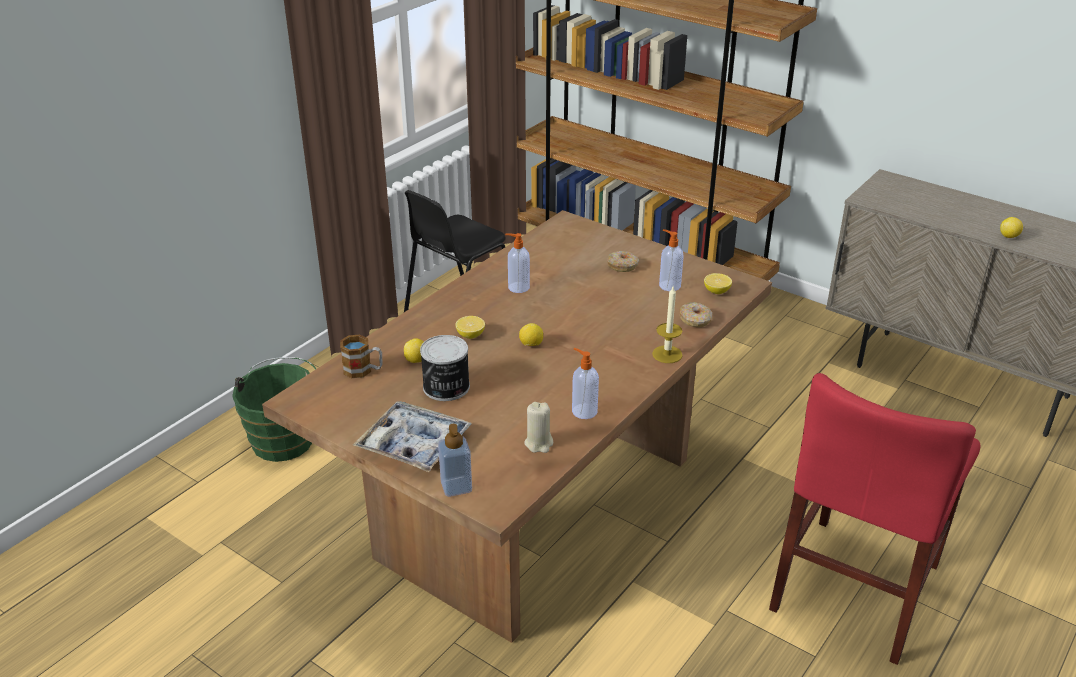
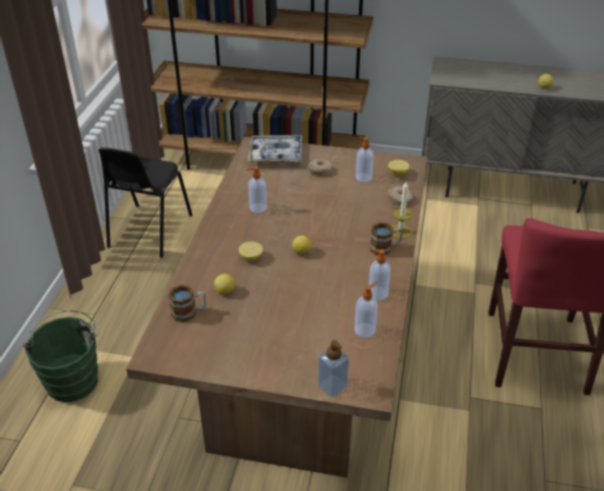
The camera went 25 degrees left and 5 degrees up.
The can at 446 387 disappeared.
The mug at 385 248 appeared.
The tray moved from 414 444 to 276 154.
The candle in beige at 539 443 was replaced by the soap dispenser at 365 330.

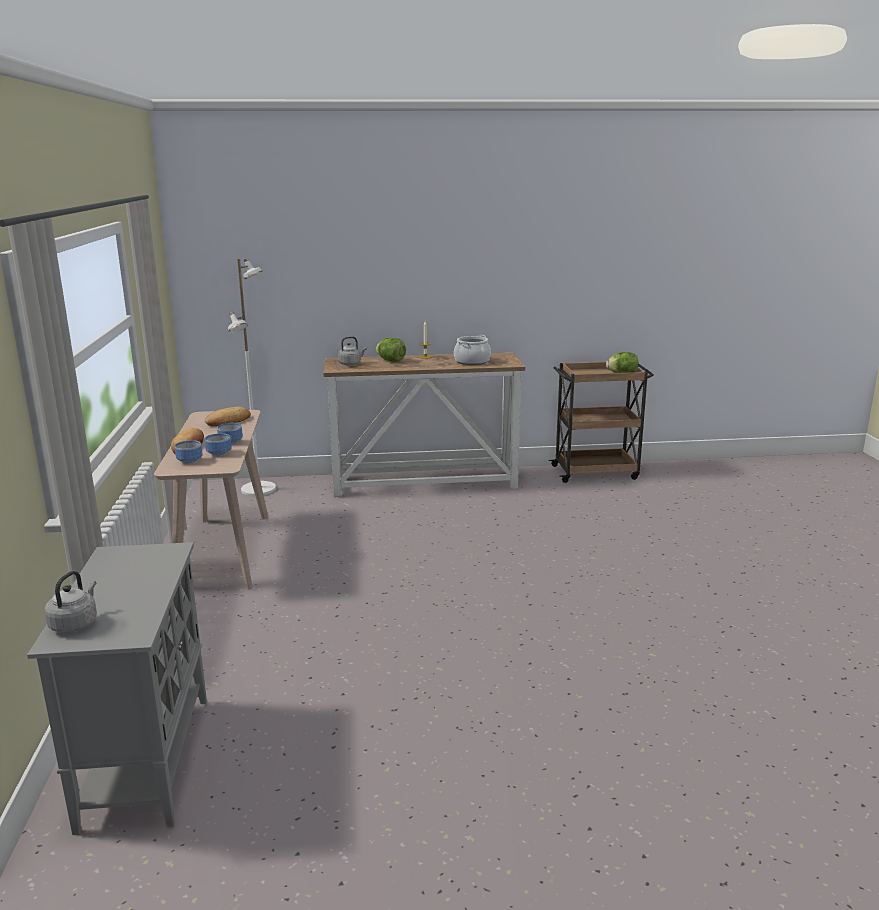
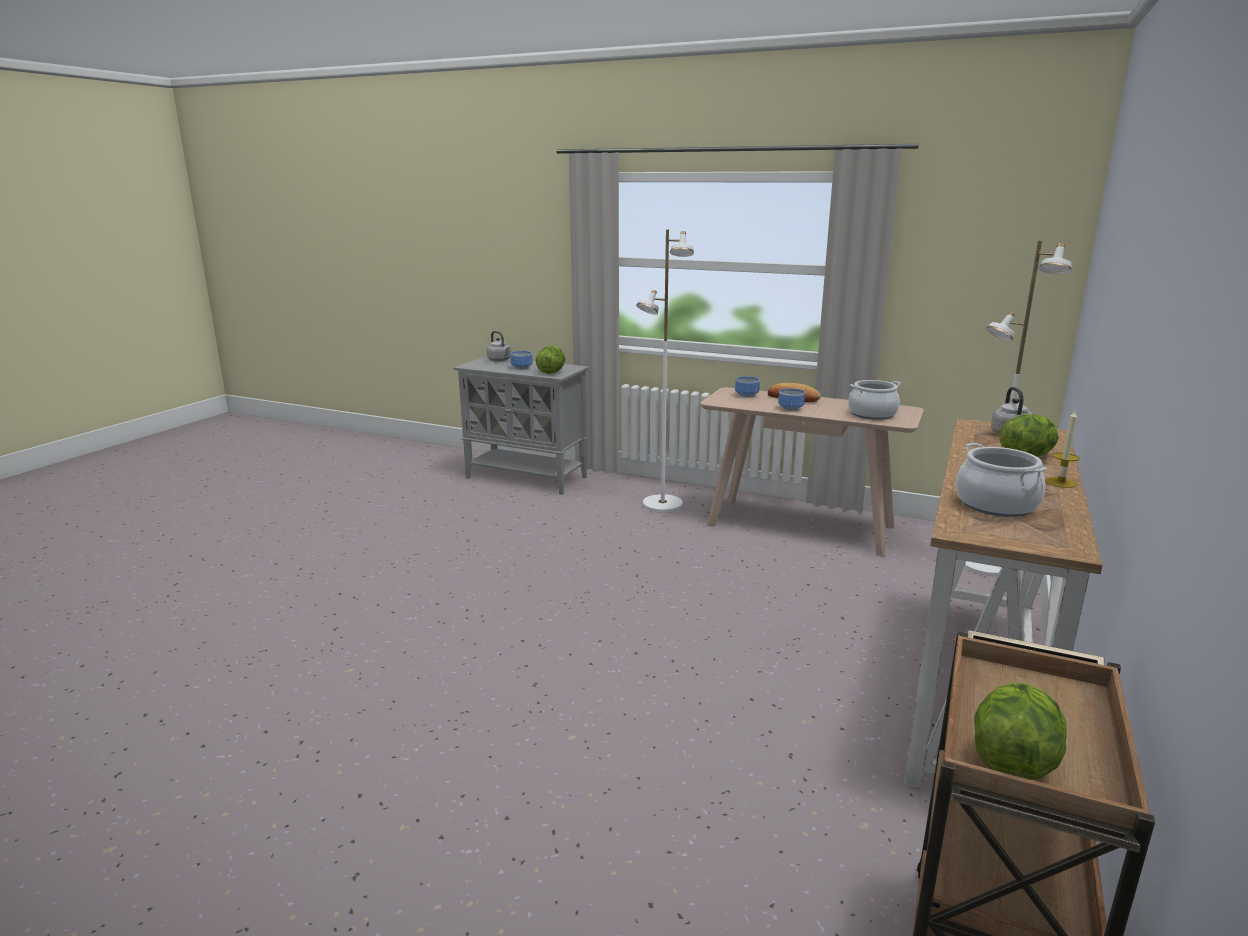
The camera went 120 degrees right and 0 degrees up.
The lettuce at 551 372 appeared.
The floor lamp in white at 662 505 appeared.
The bowl moved from 218 453 to 522 368.
The bread at 228 421 was replaced by the cooking pot at 872 414.

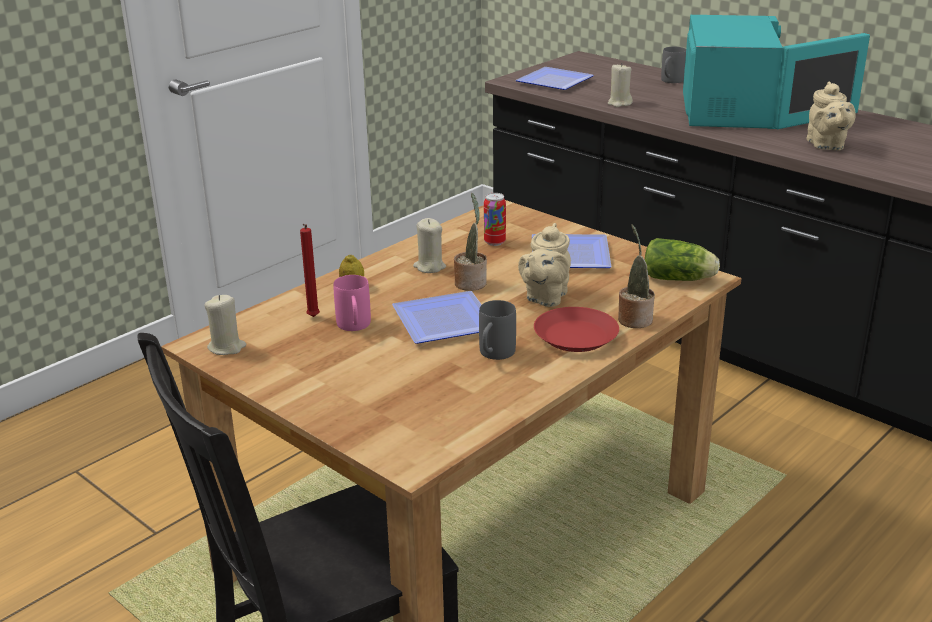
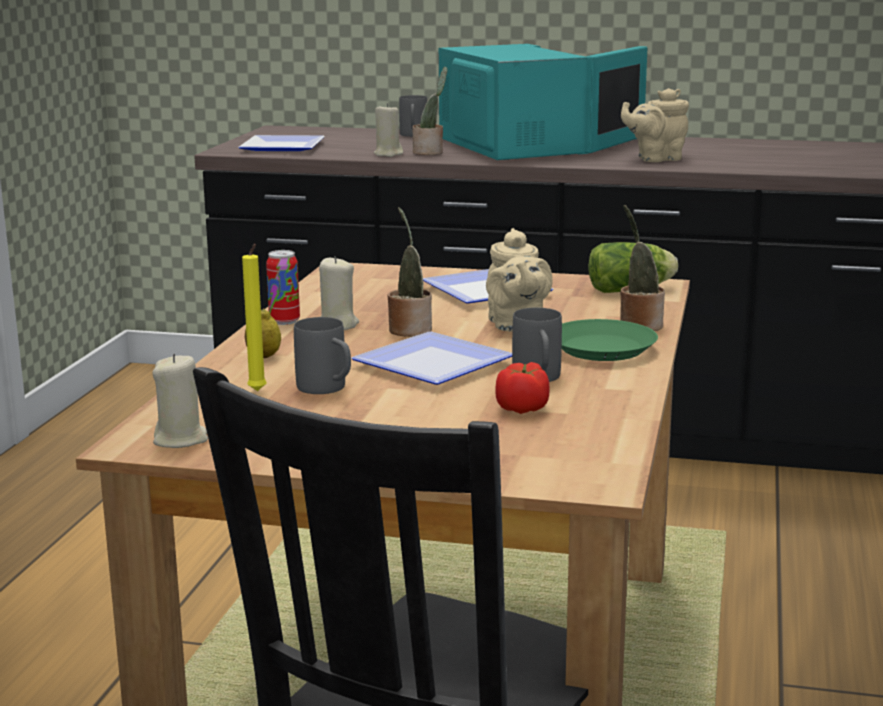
The camera went 30 degrees left and 10 degrees down.
The potted plant at 430 152 appeared.
The tomato at 523 408 appeared.
The can moved from 494 242 to 284 321.
The candle in red at 313 318 became the candle in yellow at 258 392.
The mug in pink at 354 327 became the mug in grey at 328 389.
The plate in red at 576 336 became the plate in green at 602 348.
The teapot in beige at 826 145 turned 105 degrees clockwise.

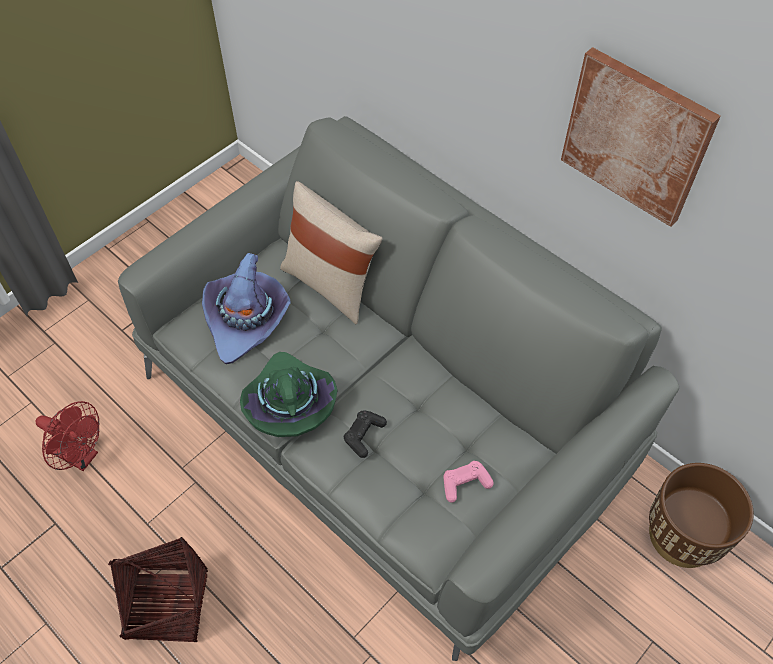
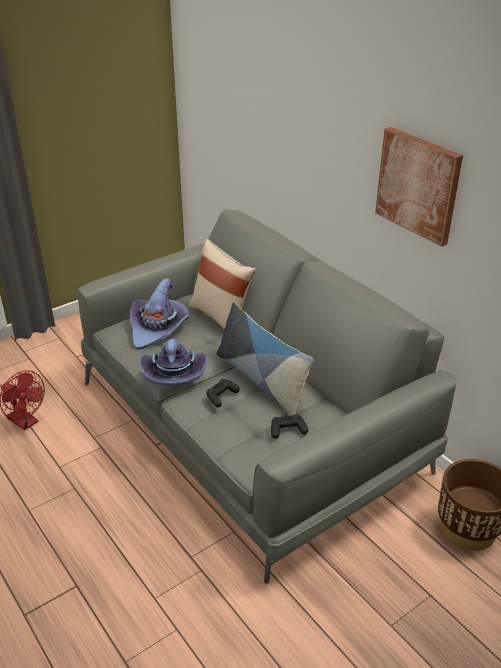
The camera went 10 degrees right and 20 degrees down.
The basket at 166 604 disappeared.
The pillow at 261 380 appeared.
The hat in green at 289 402 became the hat in purple at 174 373.
The game controller in pink at 465 483 became the game controller in black at 287 430.

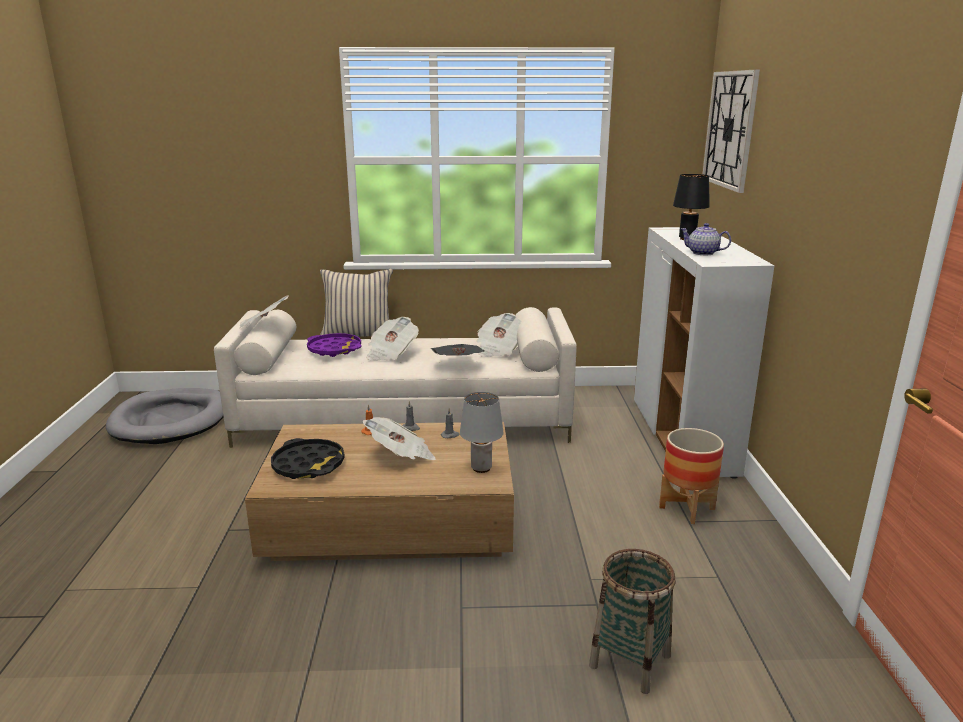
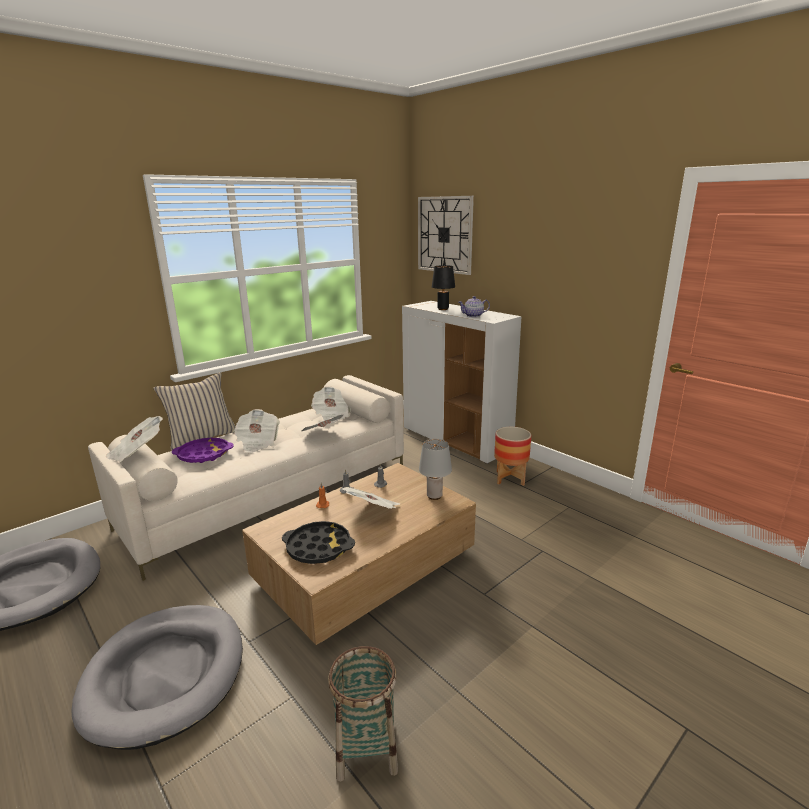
The camera went 40 degrees left and 0 degrees up.
The dog bed in grey at 165 675 appeared.
The basket moved from 629 660 to 366 749.

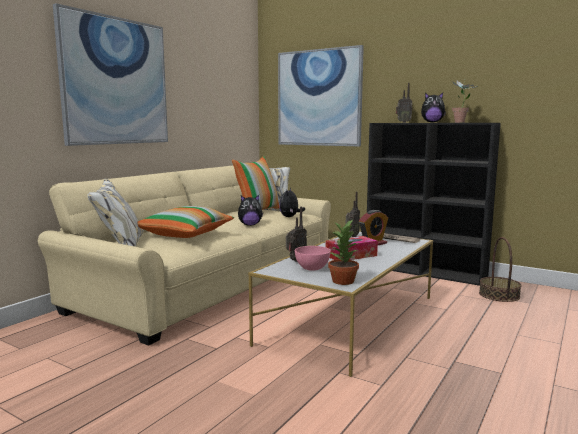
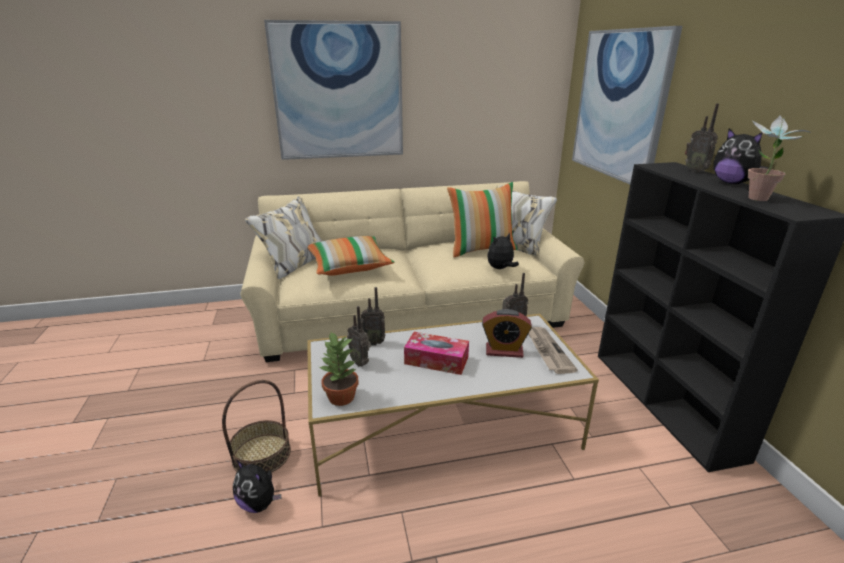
The camera went 45 degrees right and 15 degrees up.
The plush toy moved from 250 225 to 259 503.
The basket moved from 499 295 to 261 455.
The bowl in pink at 312 268 was replaced by the radio at 360 362.

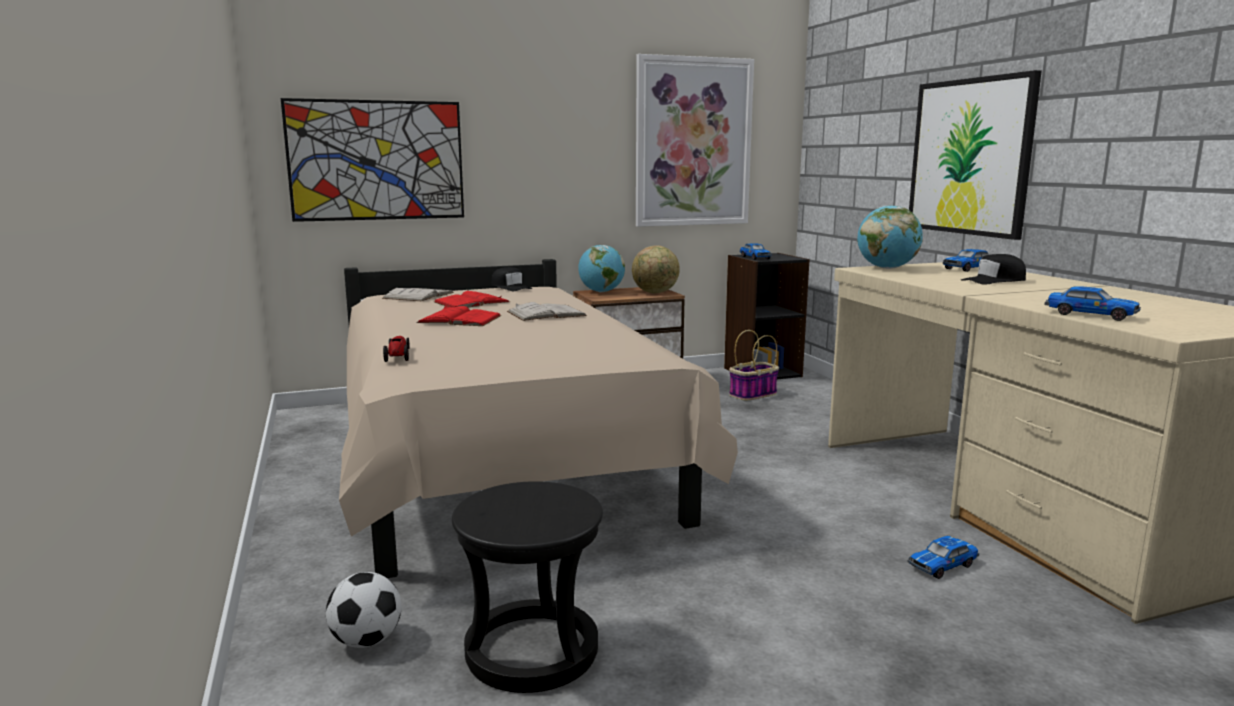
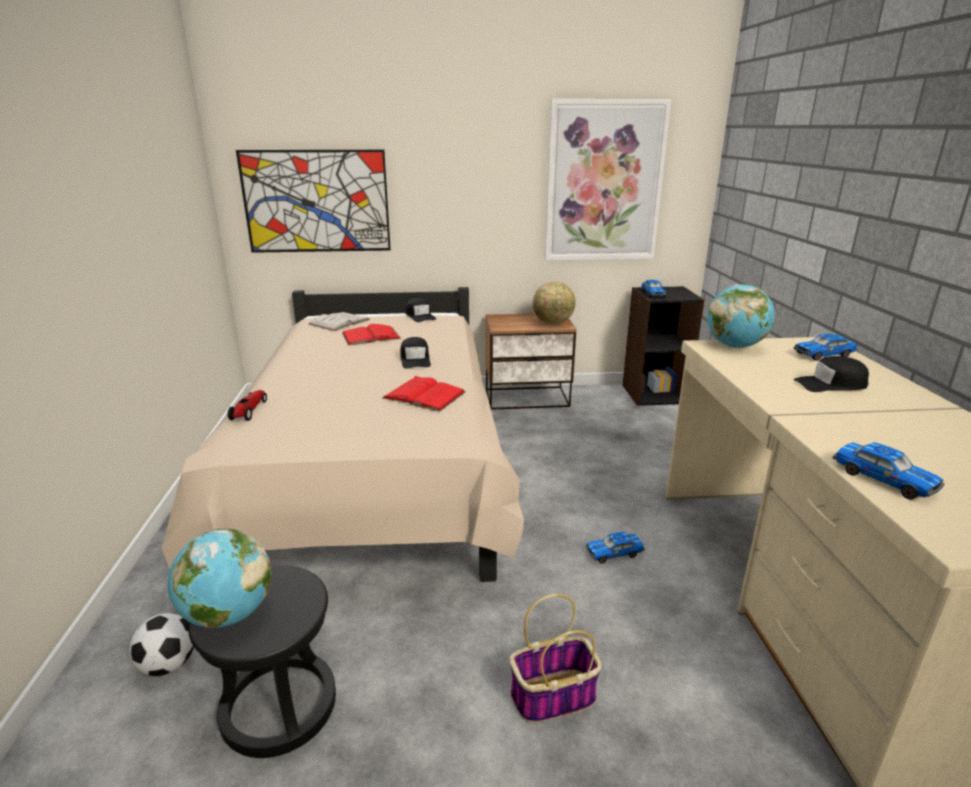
The camera went 15 degrees right and 10 degrees up.
The picture at 970 157 disappeared.
The book in red moved from 460 319 to 424 395.
The globe moved from 601 292 to 228 614.
The basket moved from 752 394 to 552 697.
The toy car moved from 943 565 to 614 553.
The book in white at 546 313 was replaced by the cap in black at 415 359.

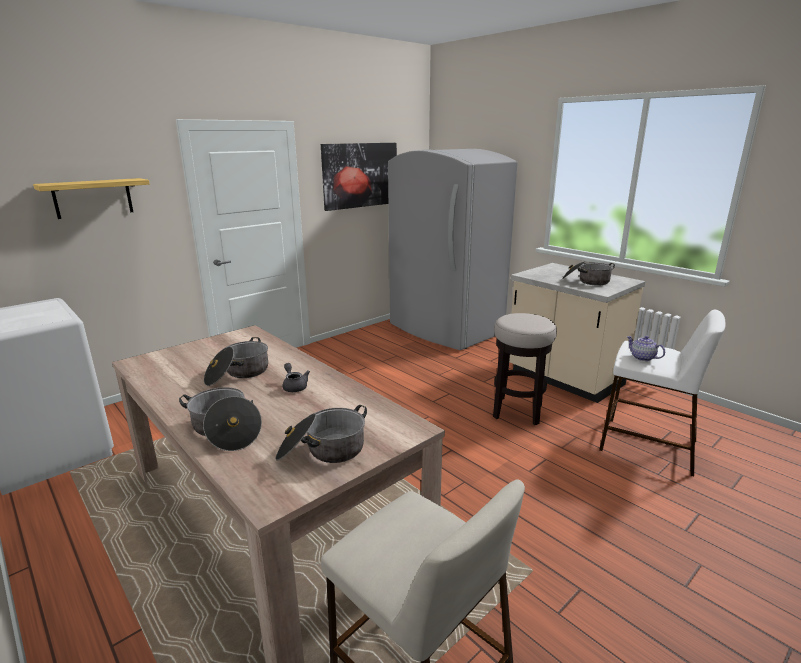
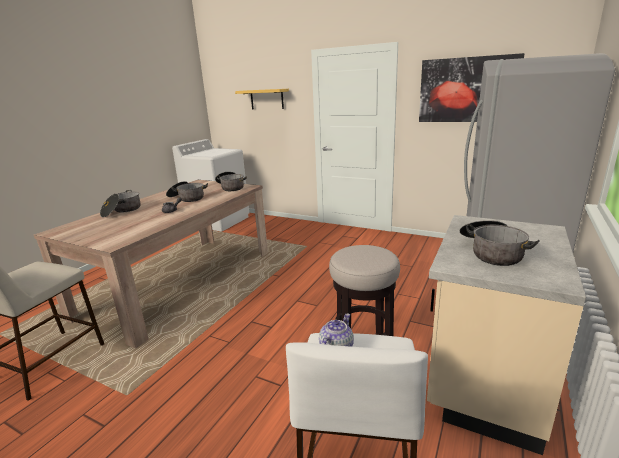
The camera went 70 degrees right and 0 degrees up.
The cooking pot moved from 322 451 to 231 187.

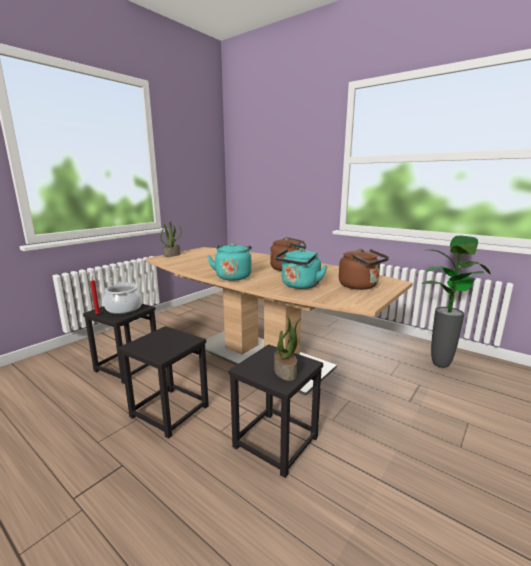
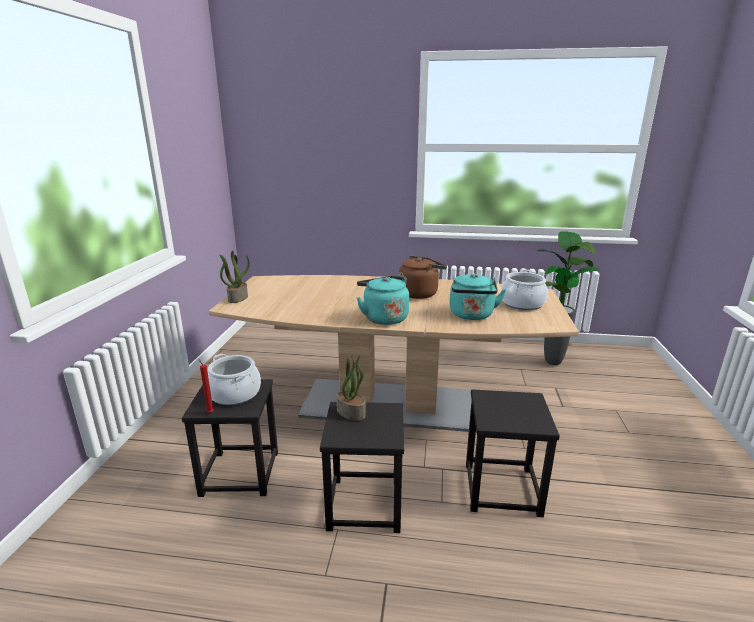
The camera went 30 degrees left and 5 degrees up.
The potted plant moved from 286 372 to 351 412.
The kettle in brown at 360 286 was replaced by the cooking pot at 522 304.

